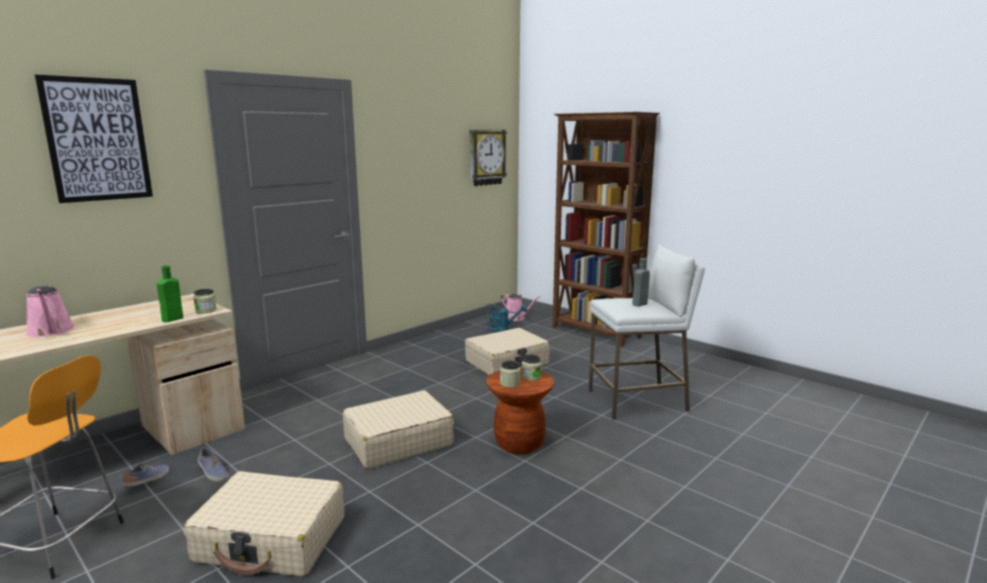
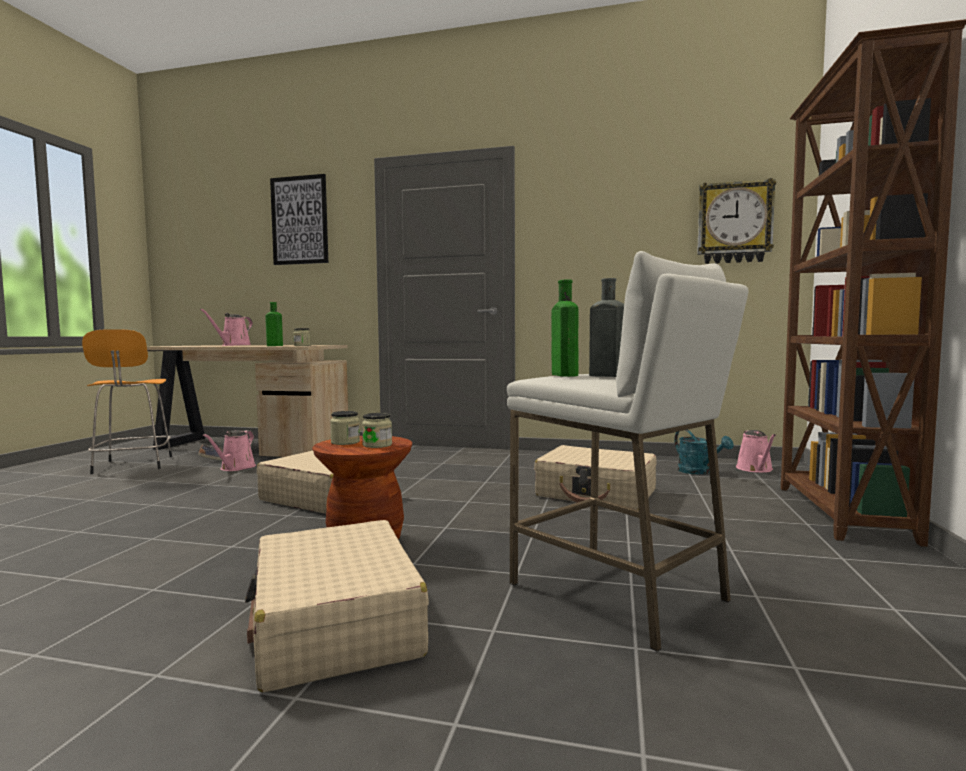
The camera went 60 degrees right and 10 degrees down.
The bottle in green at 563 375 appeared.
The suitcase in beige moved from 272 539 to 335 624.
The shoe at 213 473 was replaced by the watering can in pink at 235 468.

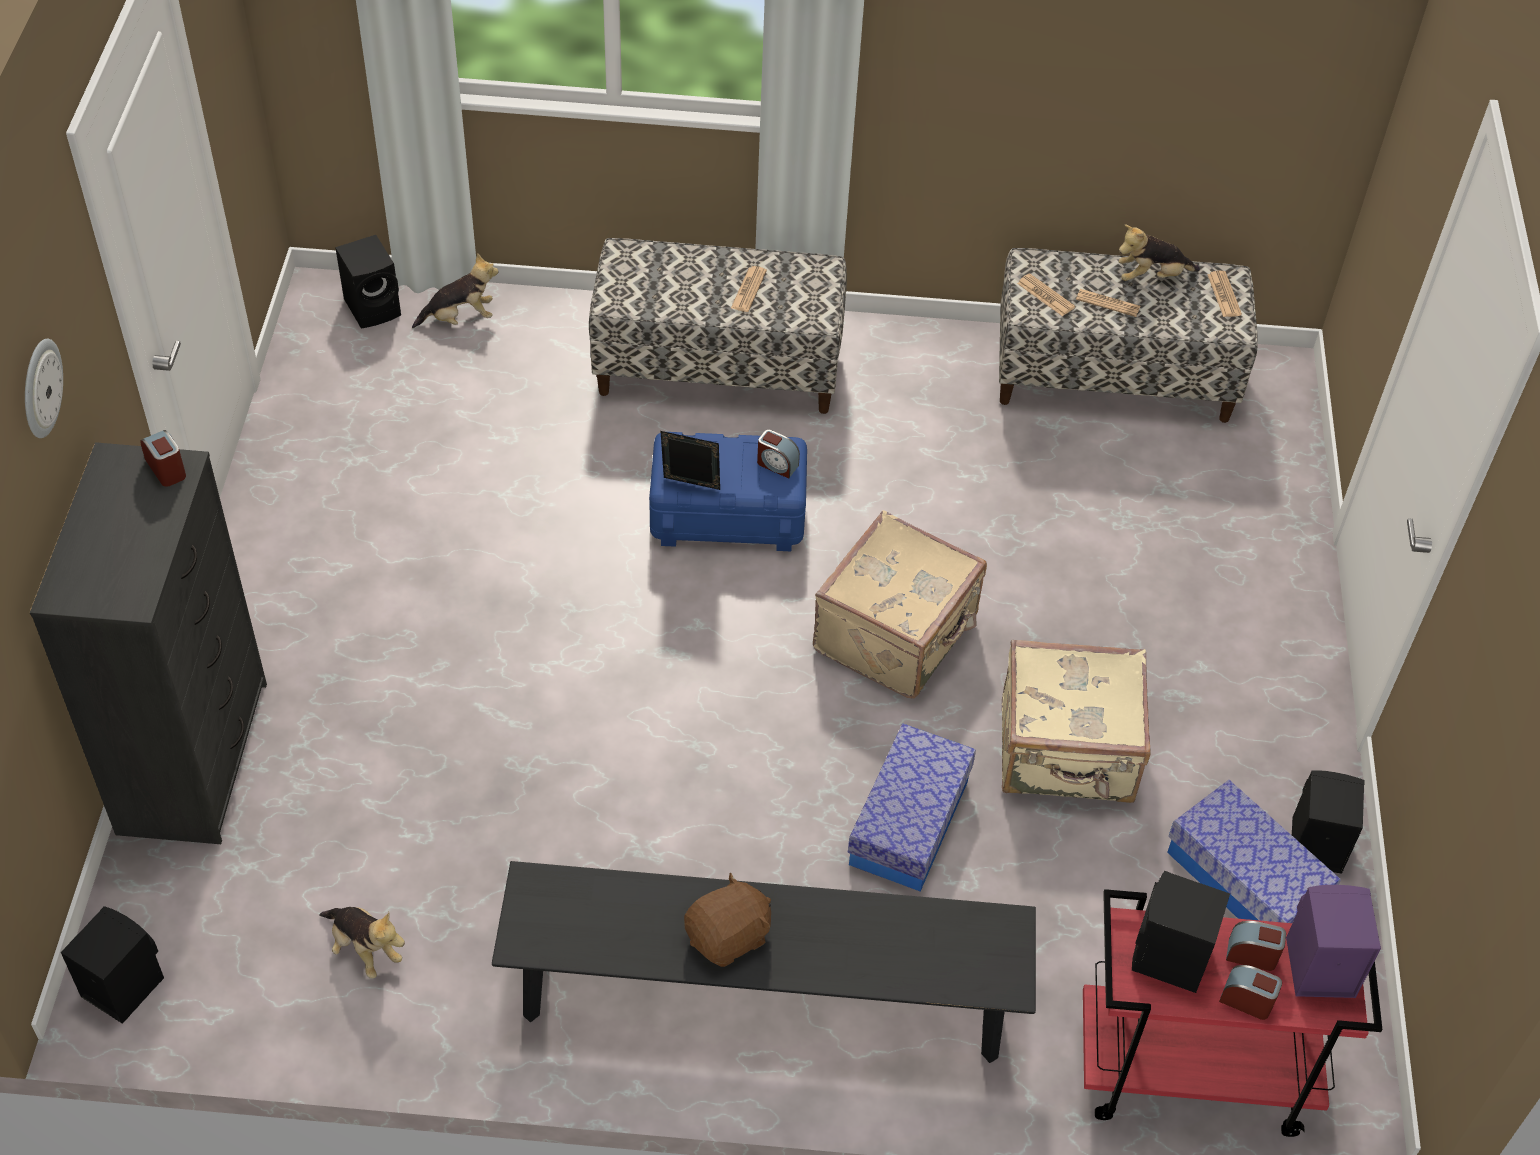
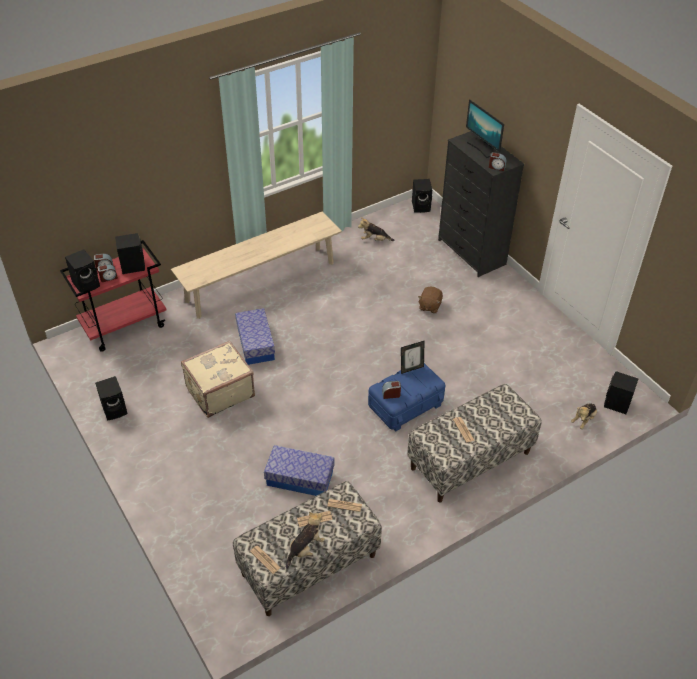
The camera went 145 degrees right and 5 degrees down.
The wall clock at 40 388 disappeared.
The suitcase in beige at 898 635 disappeared.
The monitor at 482 147 appeared.
The plush toy in brown moved from 728 937 to 429 306.
The storage box moved from 1245 880 to 299 478.
The bench in black at 763 1000 became the bench in beige at 260 282.
The speaker in purple at 1317 966 became the speaker in black at 87 284.

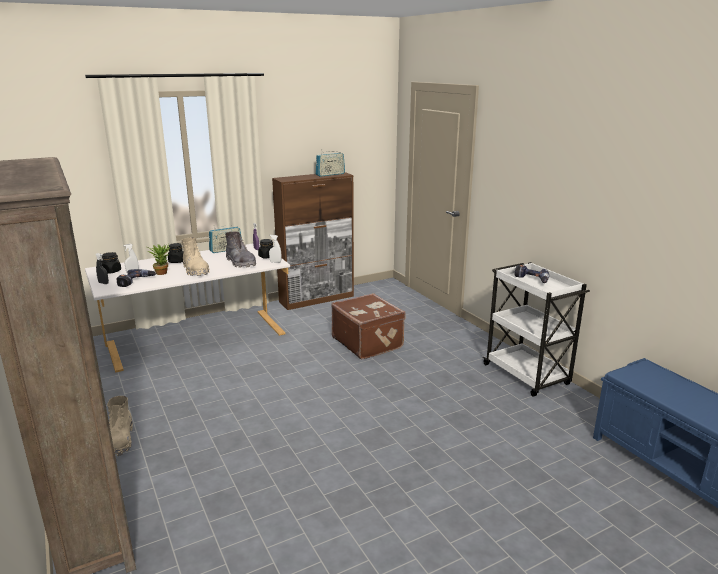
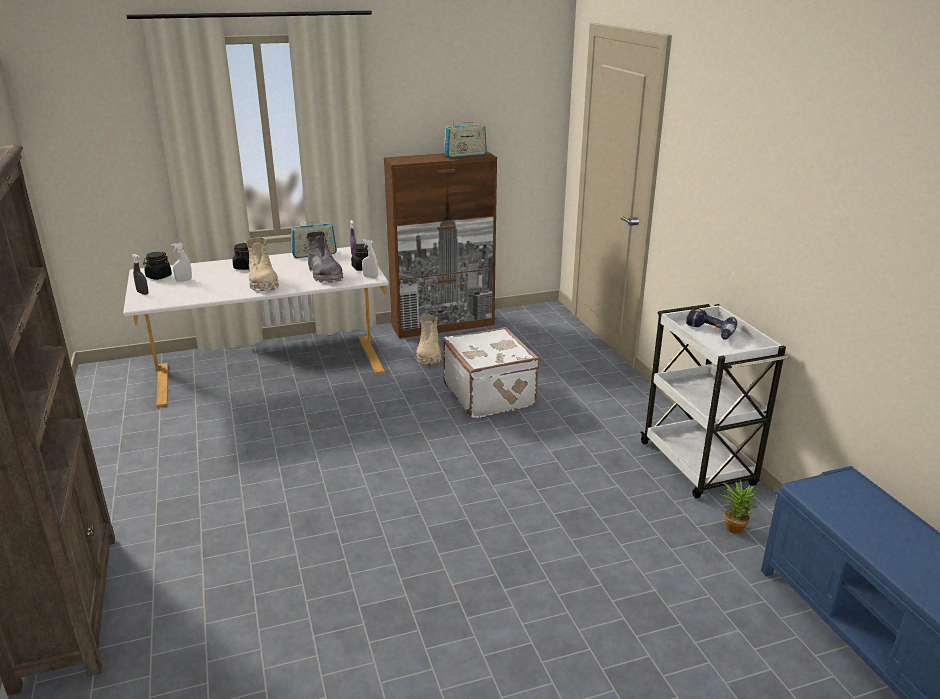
The camera went 10 degrees right and 5 degrees up.
The power drill at 136 282 disappeared.
The boot in beige moved from 119 440 to 429 355.
The potted plant moved from 162 272 to 734 526.
The suitcase in brown at 368 342 became the suitcase in white at 490 395.

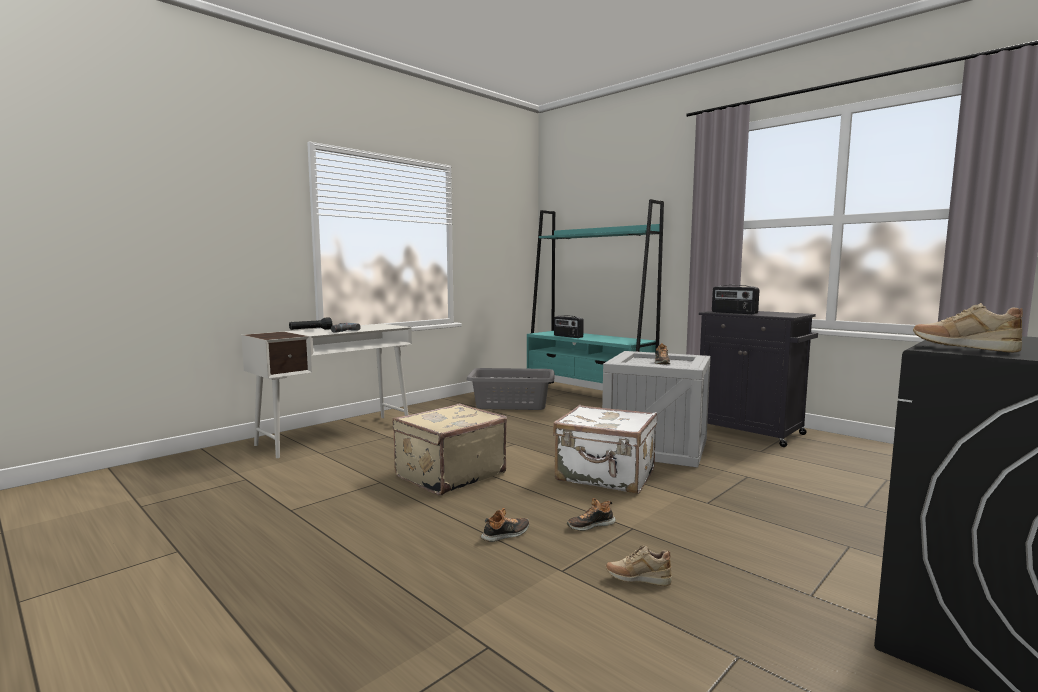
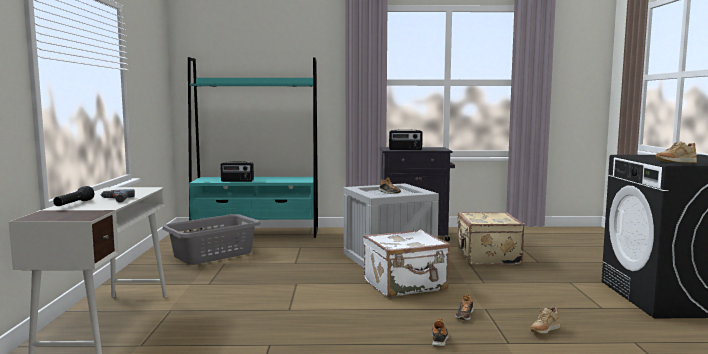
The camera went 45 degrees left and 0 degrees up.
The suitcase in beige moved from 448 475 to 487 257.

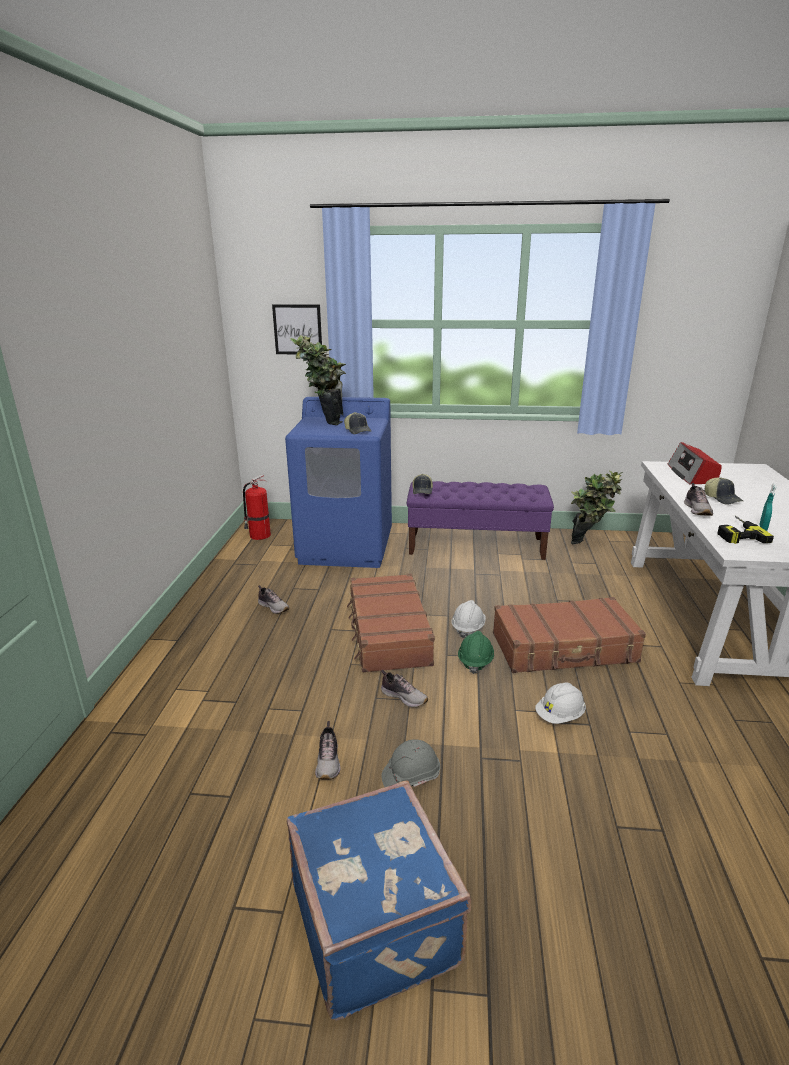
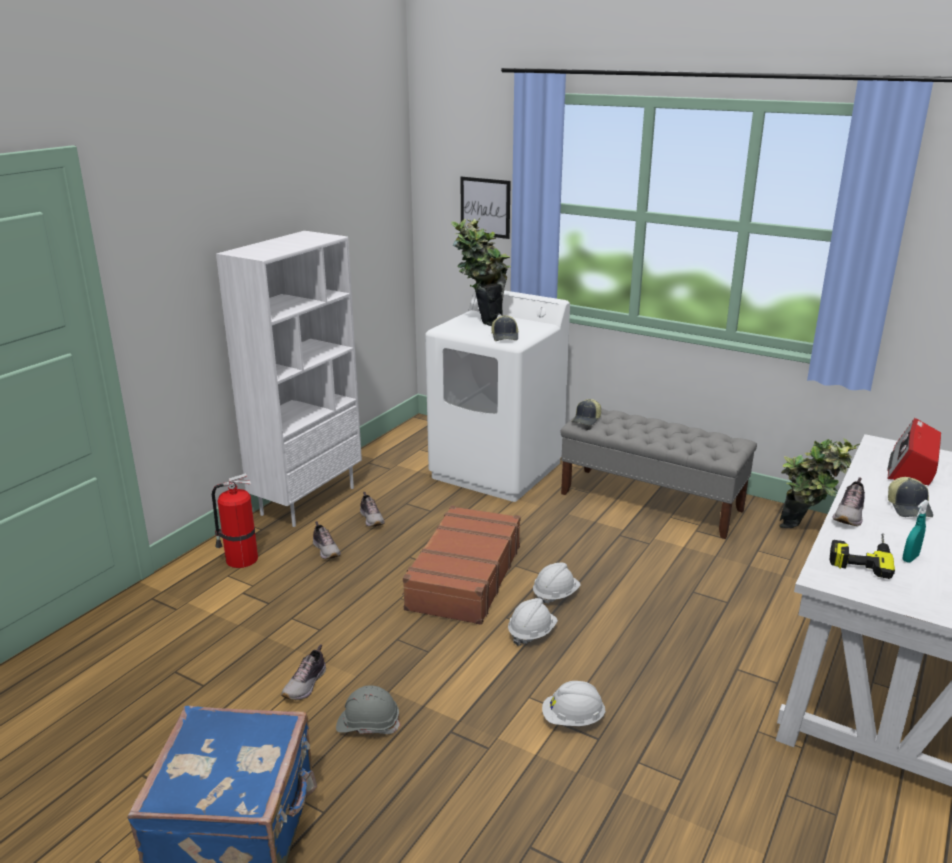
The camera went 25 degrees right and 0 degrees up.
The suitcase in brown at 564 648 disappeared.
The bookcase in white at 307 500 appeared.
The fire extinguisher moved from 259 535 to 240 559.
The shoe moved from 404 697 to 326 550.
The washing machine in blue at 346 547 became the washing machine in white at 497 470.
The bench in purple at 476 546 became the bench in grey at 651 502.
The hard hat in green at 475 661 became the hard hat in white at 531 633.

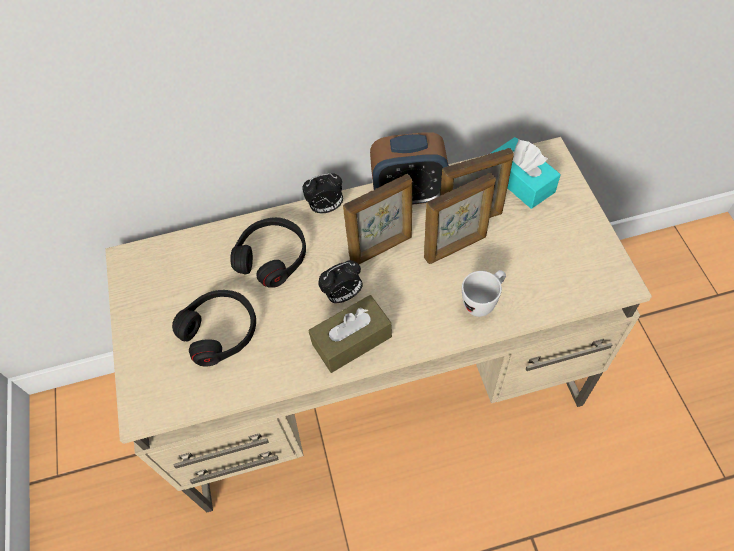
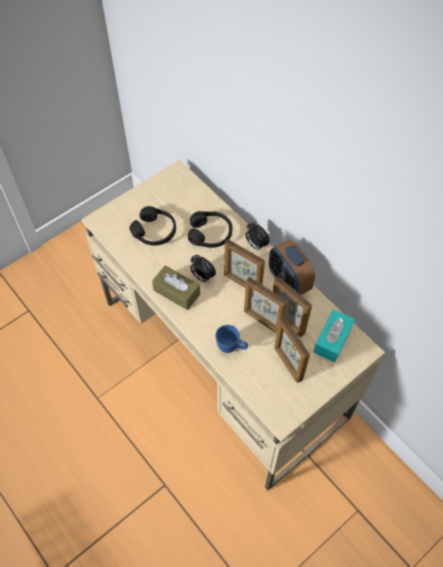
The camera went 60 degrees right and 0 degrees up.
The picture frame at 287 363 appeared.
The mug in white at 483 302 became the mug in blue at 231 347.

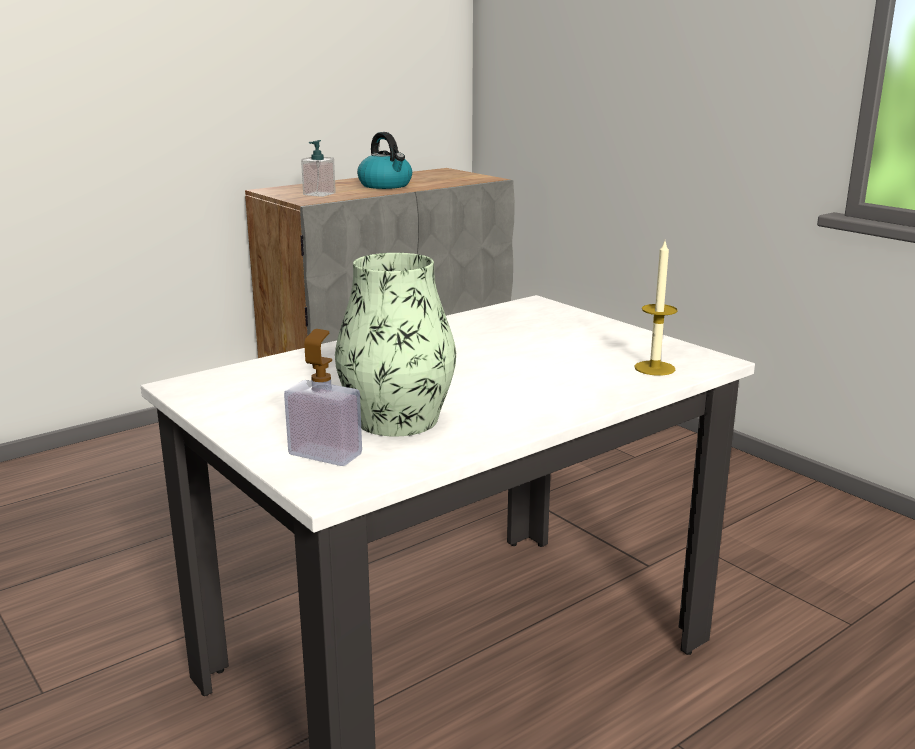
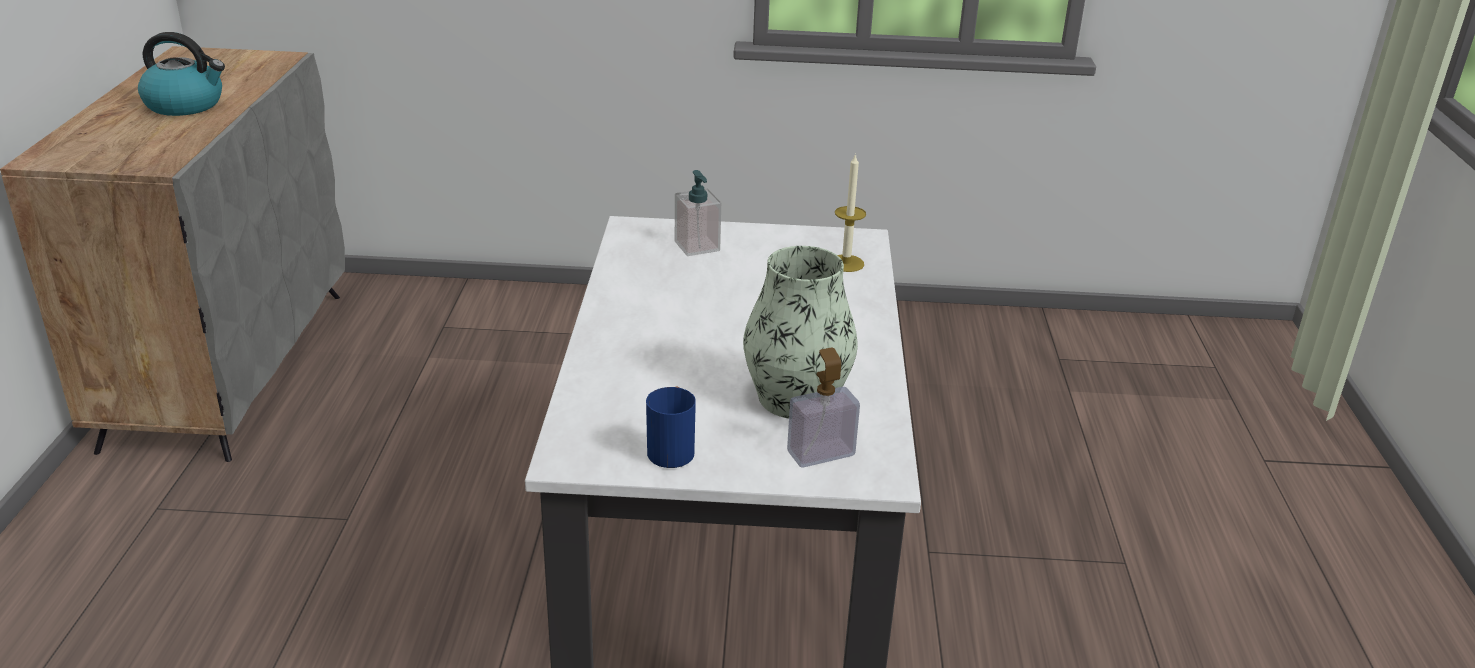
The camera went 50 degrees left and 10 degrees up.
The mug in blue at 672 449 appeared.
The soap dispenser moved from 319 194 to 697 246.

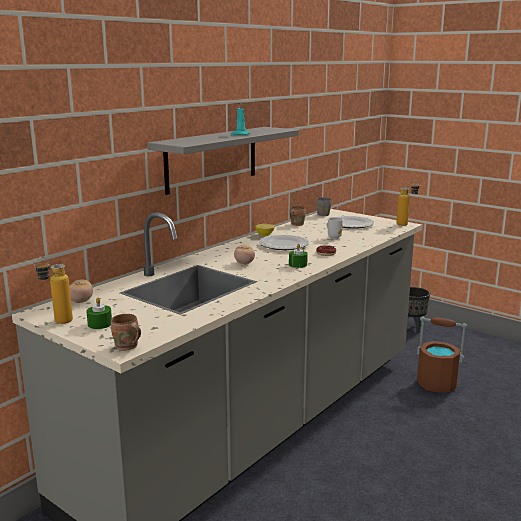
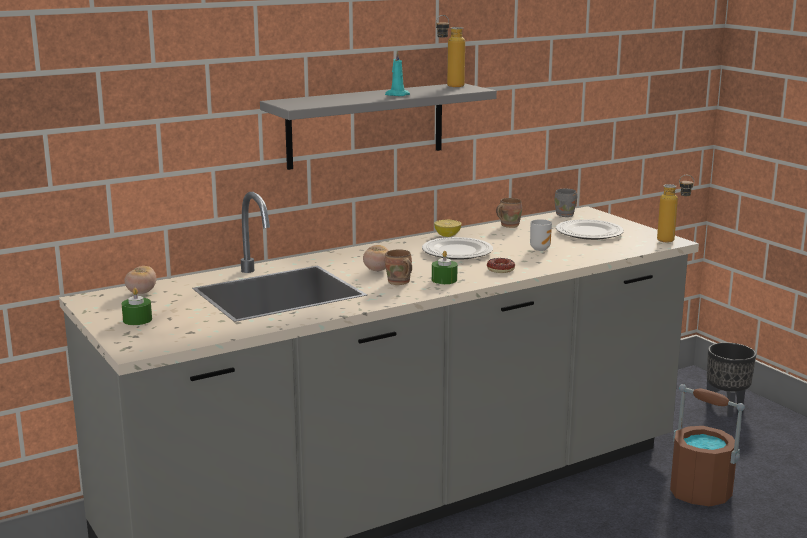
The camera went 20 degrees right and 0 degrees up.
The bottle moved from 57 323 to 449 86.
The mug in brown moved from 126 347 to 398 283.

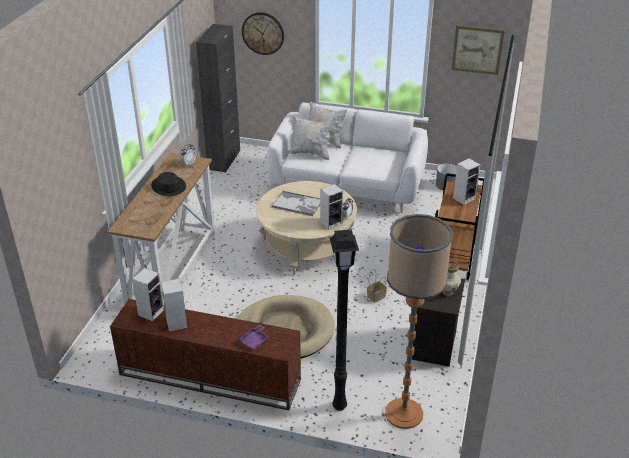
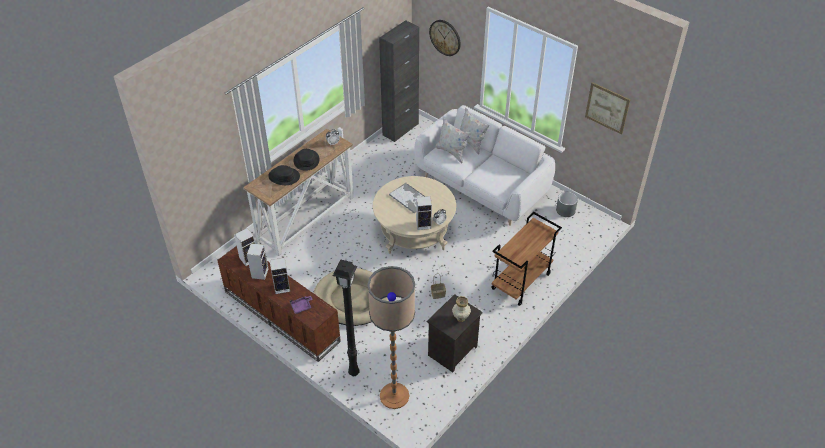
The camera went 25 degrees right and 10 degrees up.
The hat in black at 284 176 appeared.
The speaker moved from 464 198 to 282 287.

